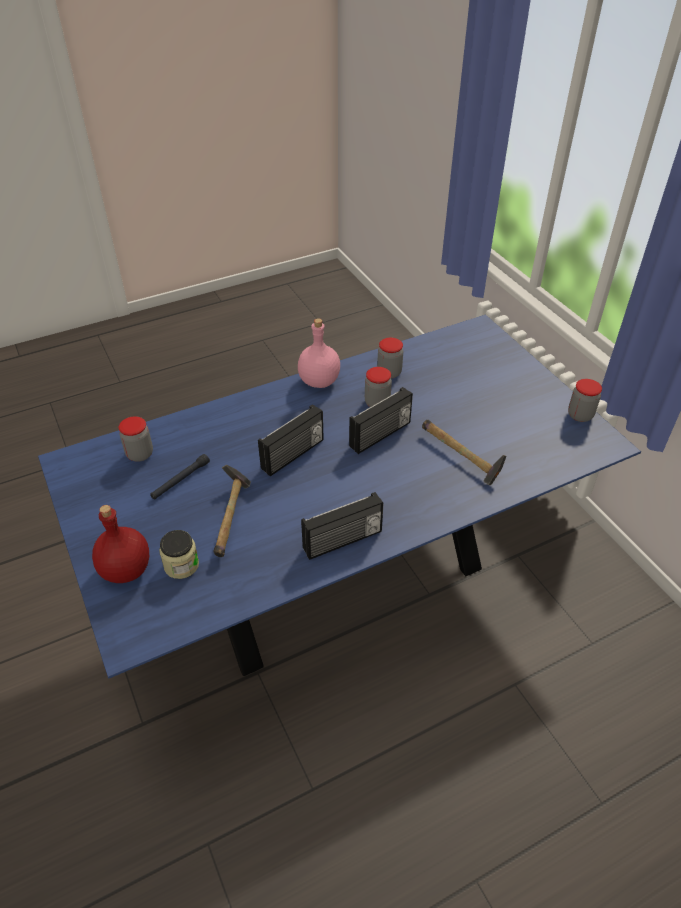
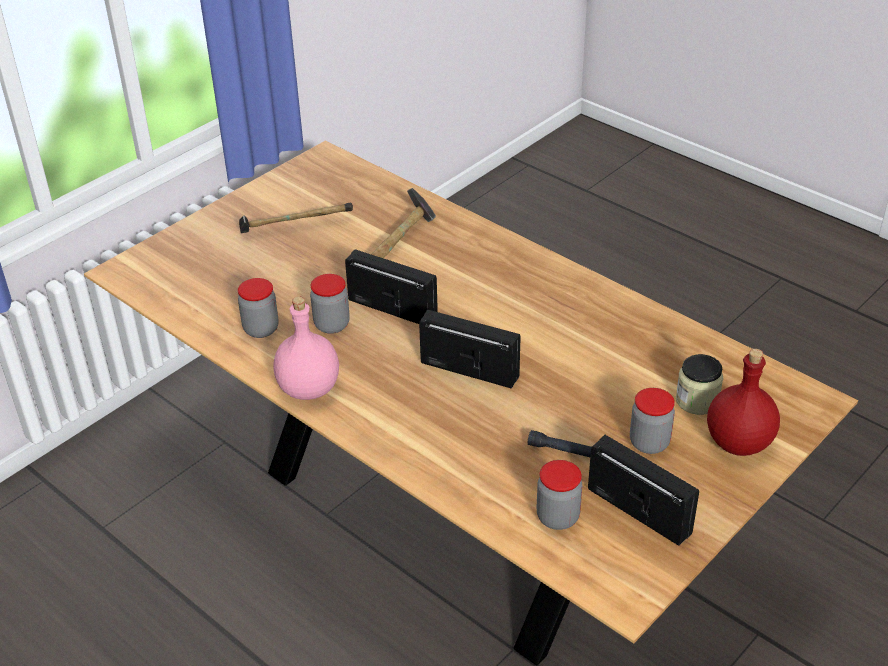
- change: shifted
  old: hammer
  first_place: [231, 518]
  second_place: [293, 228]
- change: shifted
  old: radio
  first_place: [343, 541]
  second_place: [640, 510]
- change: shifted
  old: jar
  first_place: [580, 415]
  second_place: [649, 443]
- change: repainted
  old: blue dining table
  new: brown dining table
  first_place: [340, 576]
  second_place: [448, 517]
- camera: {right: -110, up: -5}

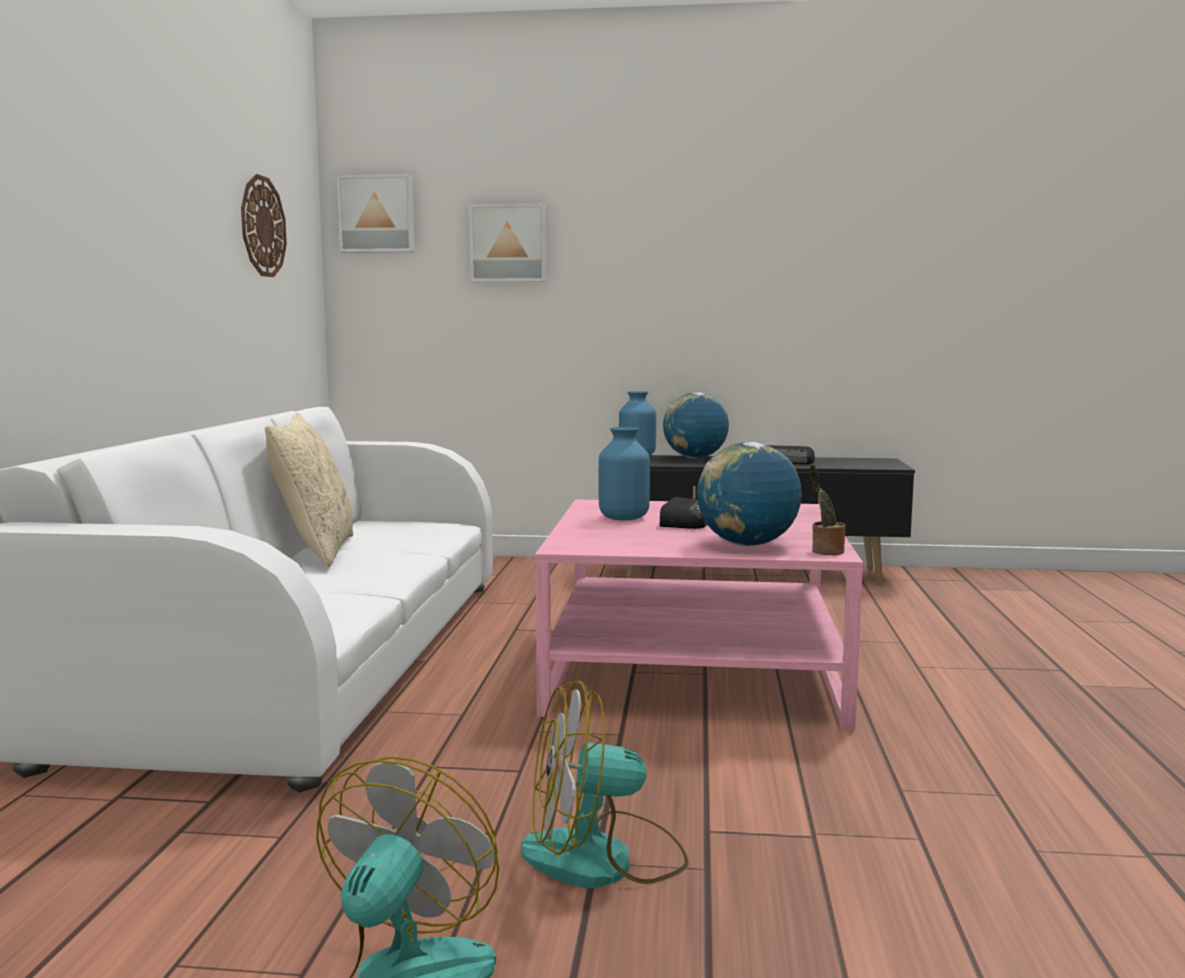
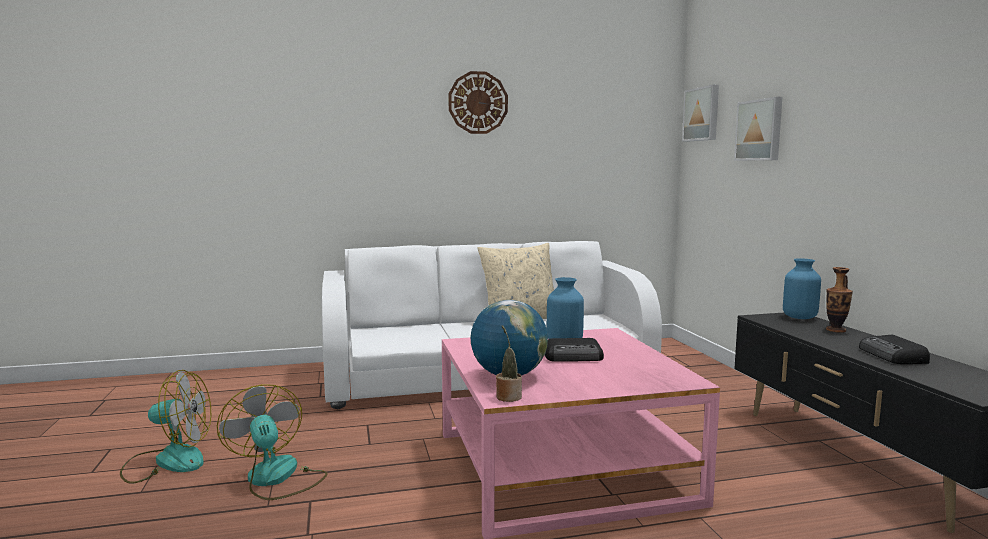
- change: shifted
  old: wall clock
  first_place: [262, 226]
  second_place: [478, 102]
- change: swapped
  old: globe
  new: vase
  first_place: [695, 458]
  second_place: [835, 330]
- camera: {right: 70, up: 0}

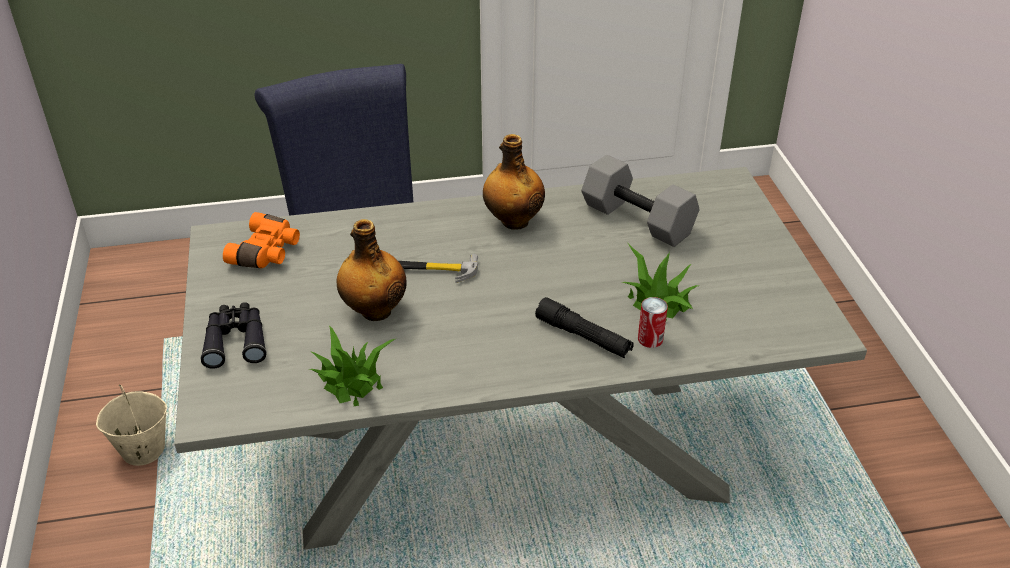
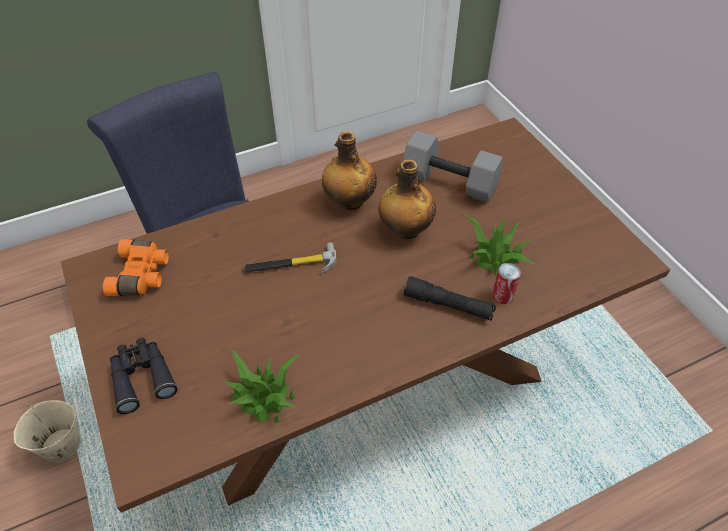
- change: shifted
  old: bottle
  first_place: [374, 310]
  second_place: [405, 230]
- change: repainted
  old: grey dining table
  new: brown dining table
  first_place: [505, 459]
  second_place: [364, 383]
- camera: {right: -15, up: 10}

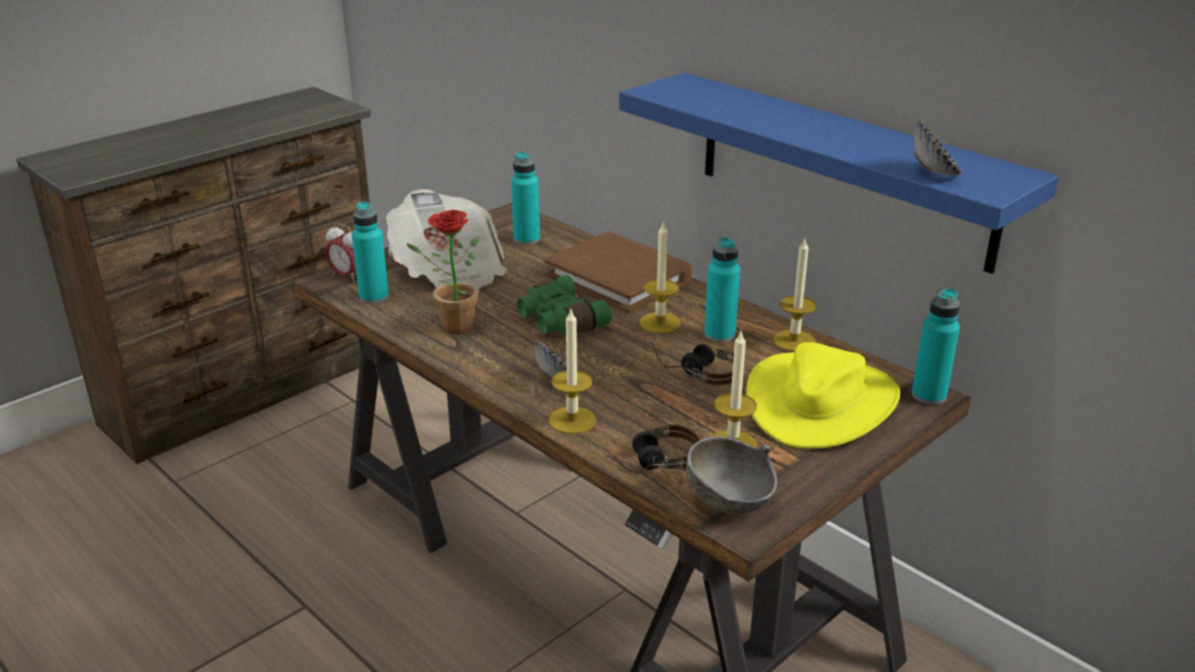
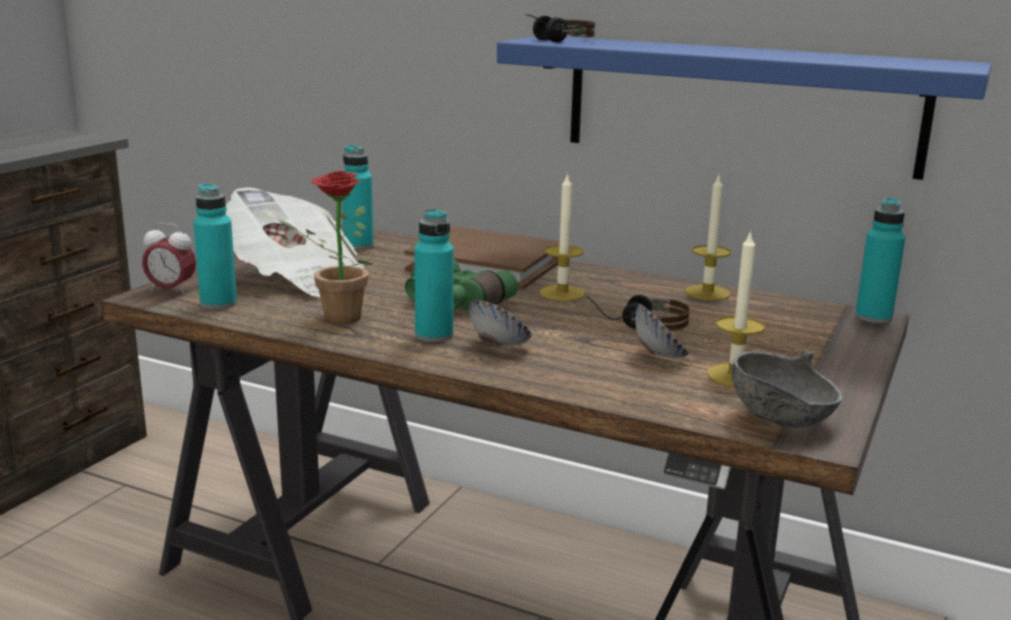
- change: gone
  old: candle
  first_place: [572, 420]
- change: gone
  old: yellow hat
  first_place: [820, 402]
- change: shifted
  old: headphones
  first_place: [651, 463]
  second_place: [553, 41]
- change: shifted
  old: turquoise bottle
  first_place: [719, 334]
  second_place: [434, 335]
- change: shifted
  old: bowl
  first_place: [934, 172]
  second_place: [659, 356]
- camera: {right: -20, up: -10}

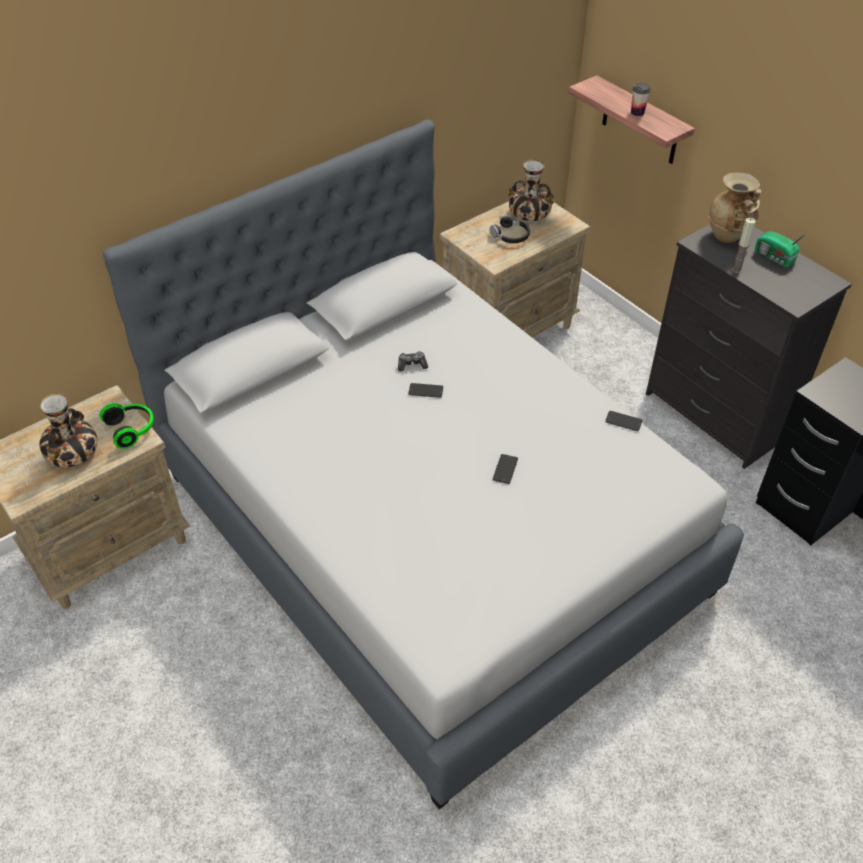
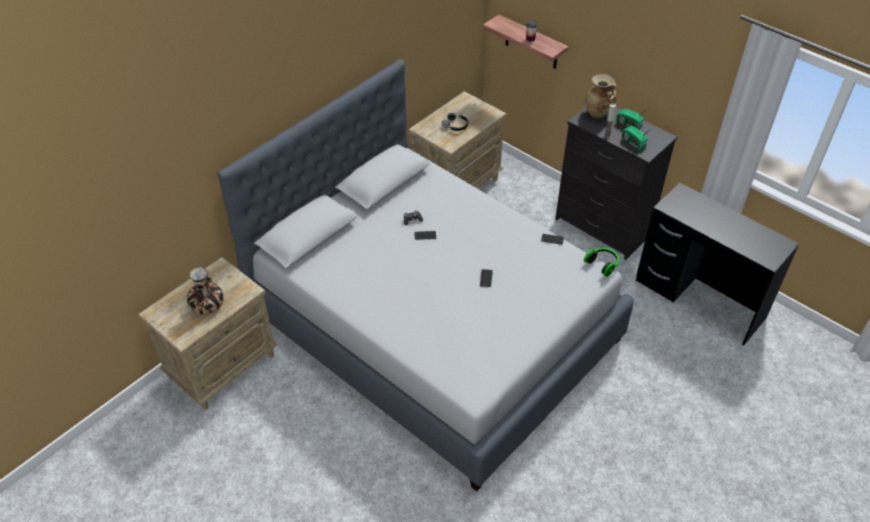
- change: gone
  old: vase
  first_place: [528, 213]
- change: new
  new: radio
  second_place: [633, 143]
- change: shifted
  old: headphones
  first_place: [132, 429]
  second_place: [603, 264]
- camera: {right: -10, up: 0}

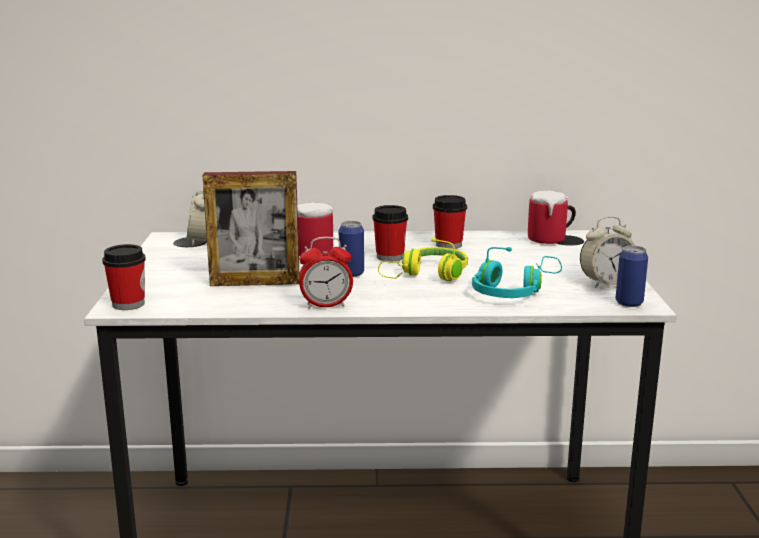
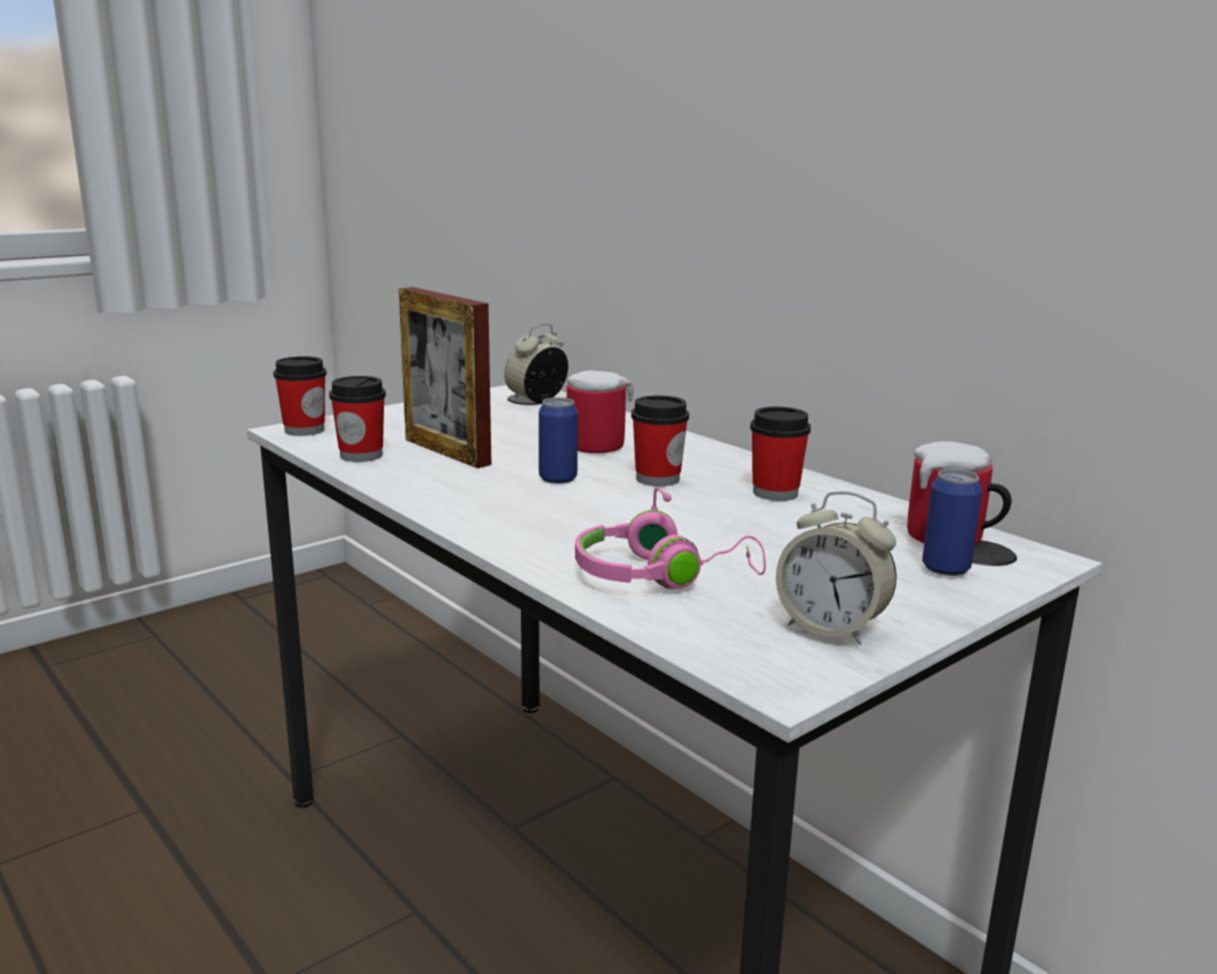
- change: gone
  old: alarm clock
  first_place: [326, 305]
- change: gone
  old: yellow headphones
  first_place: [427, 276]
- change: new
  new: cup
  second_place: [361, 455]
- change: shifted
  old: can
  first_place: [629, 303]
  second_place: [945, 568]
- change: repainted
  old: turquoise headphones
  new: pink headphones
  first_place: [513, 291]
  second_place: [660, 575]
- camera: {right: 50, up: 0}

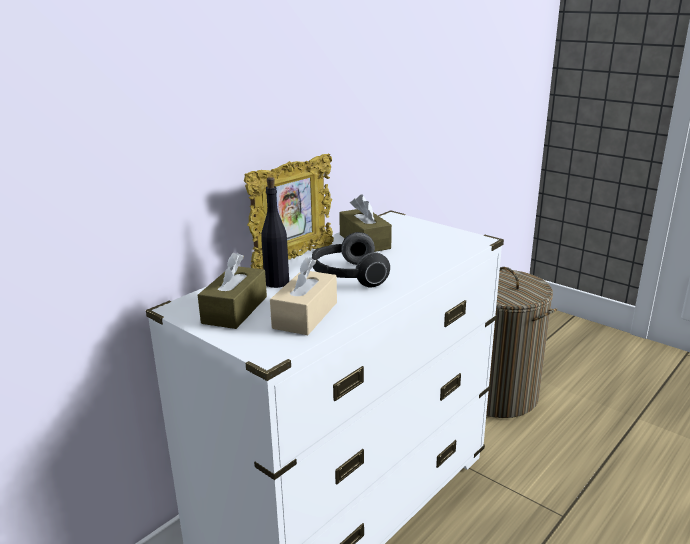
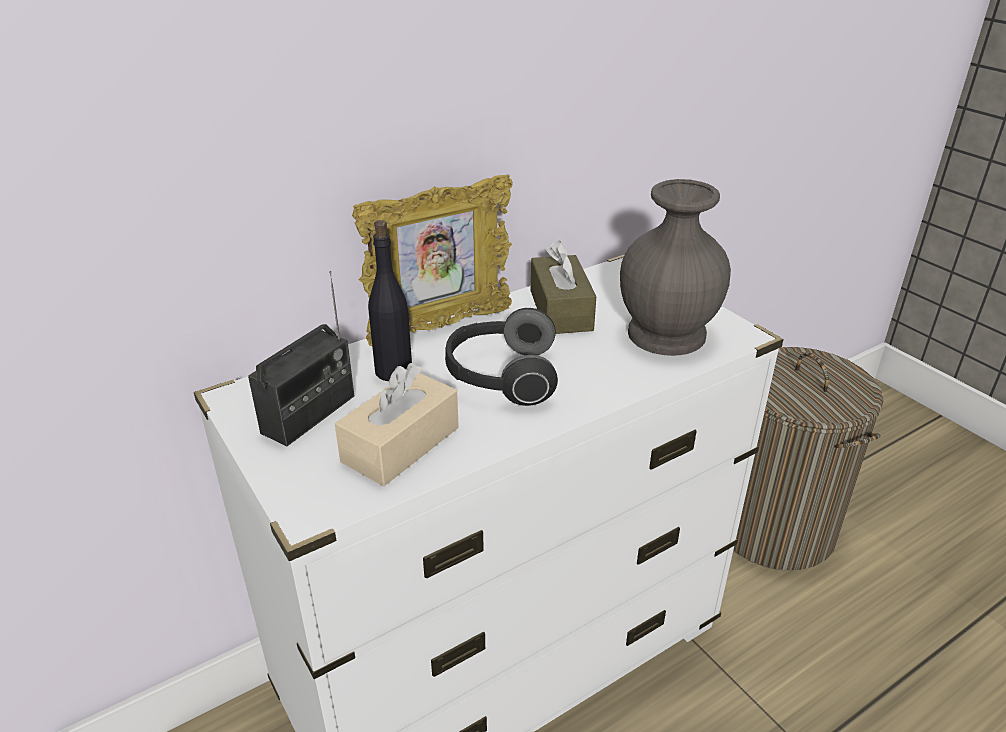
- change: new
  new: grey vase
  second_place: [665, 335]
- change: swapped
  old: brown tissue box
  new: radio
  first_place: [235, 310]
  second_place: [309, 414]
- camera: {right: 15, up: 10}

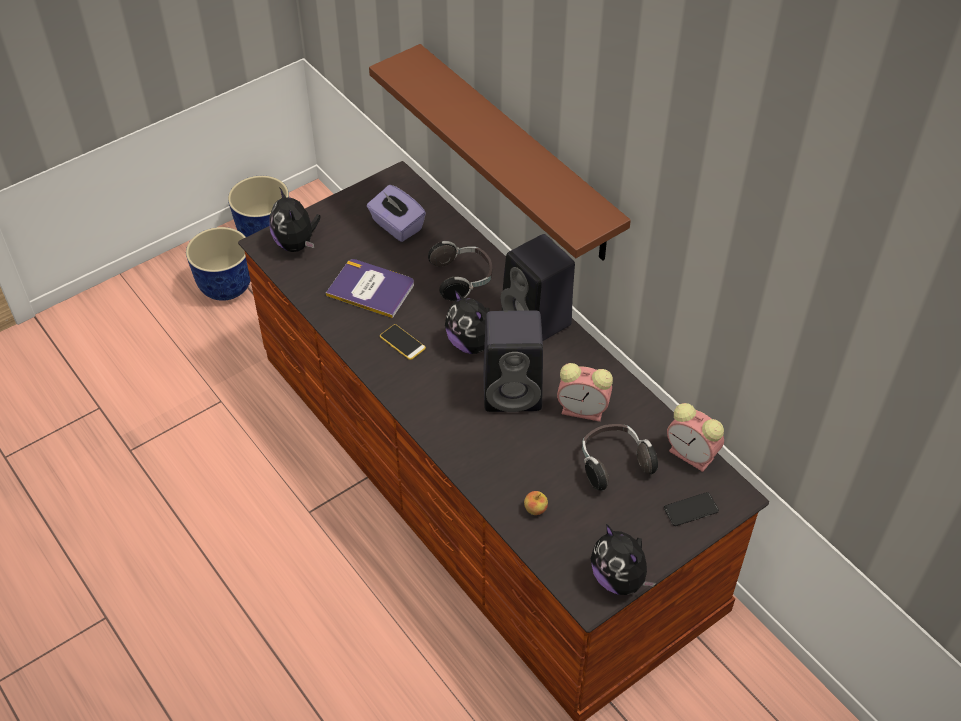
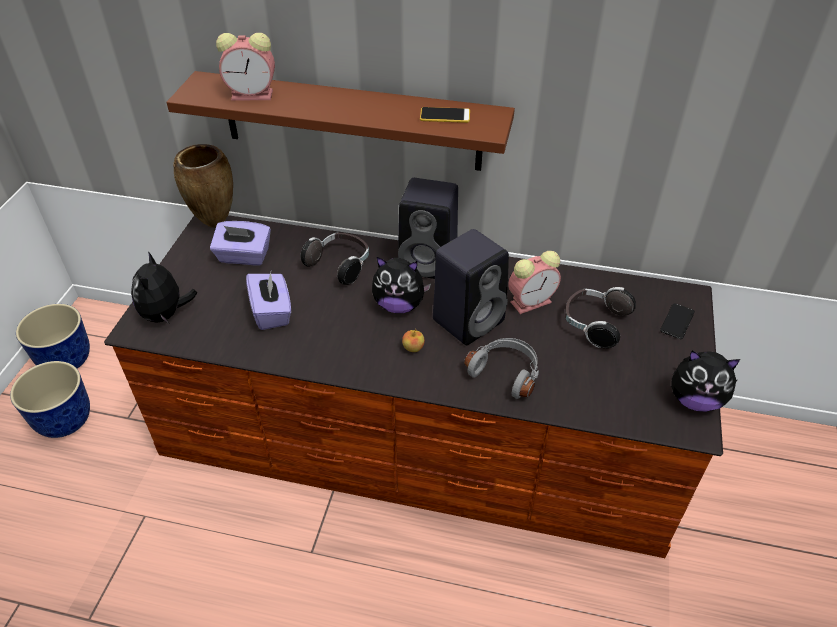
- change: new
  new: brown vase
  second_place: [215, 225]
- change: new
  new: grey headphones
  second_place: [506, 372]
- change: shifted
  old: phone
  first_place: [402, 342]
  second_place: [445, 115]
- change: shifted
  old: apple
  first_place: [535, 509]
  second_place: [413, 348]
- change: shifted
  old: alarm clock
  first_place: [693, 455]
  second_place: [254, 94]
- change: swapped
  old: book
  new: purple tissue box
  first_place: [371, 289]
  second_place: [272, 312]
- change: rotated
  old: plush toy
  first_place: [296, 244]
  second_place: [166, 314]
  degrees: 60
- camera: {right: -40, up: -5}

